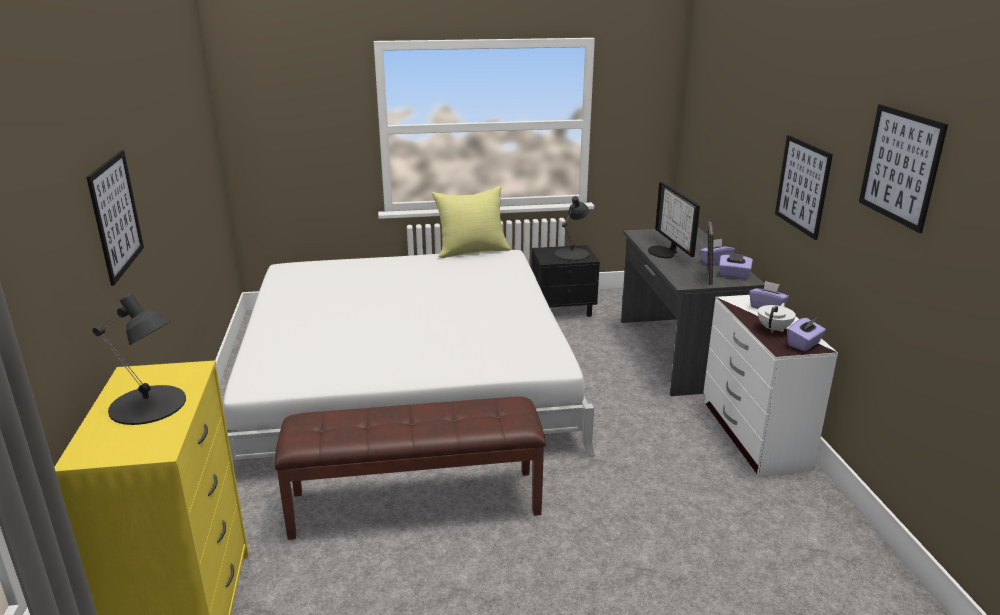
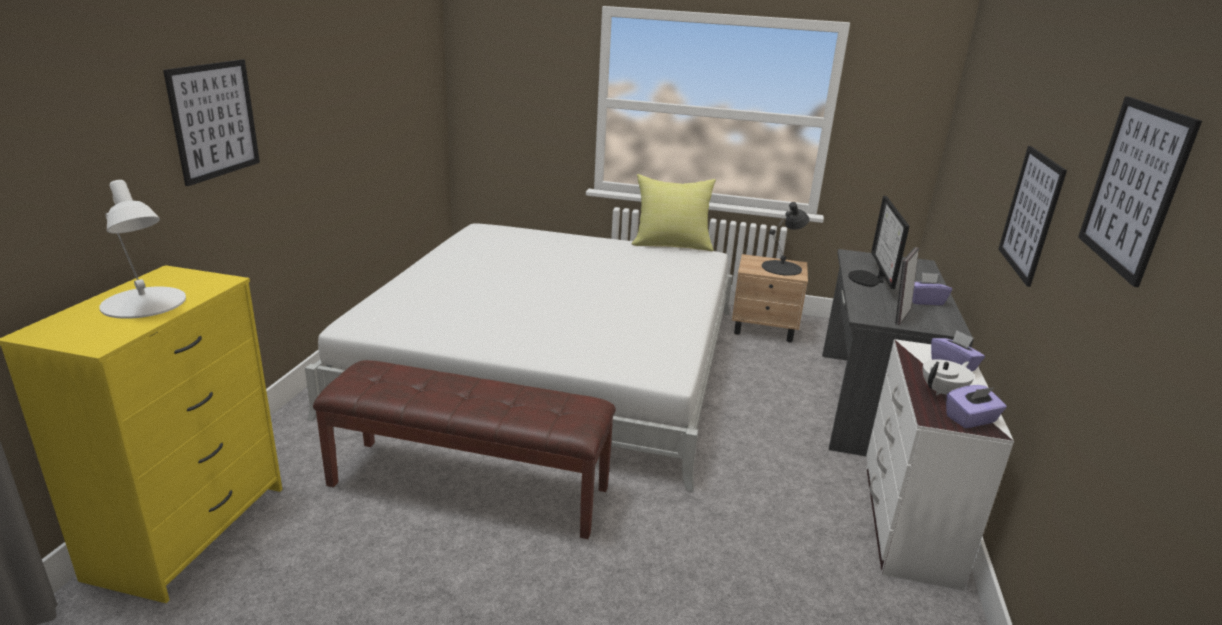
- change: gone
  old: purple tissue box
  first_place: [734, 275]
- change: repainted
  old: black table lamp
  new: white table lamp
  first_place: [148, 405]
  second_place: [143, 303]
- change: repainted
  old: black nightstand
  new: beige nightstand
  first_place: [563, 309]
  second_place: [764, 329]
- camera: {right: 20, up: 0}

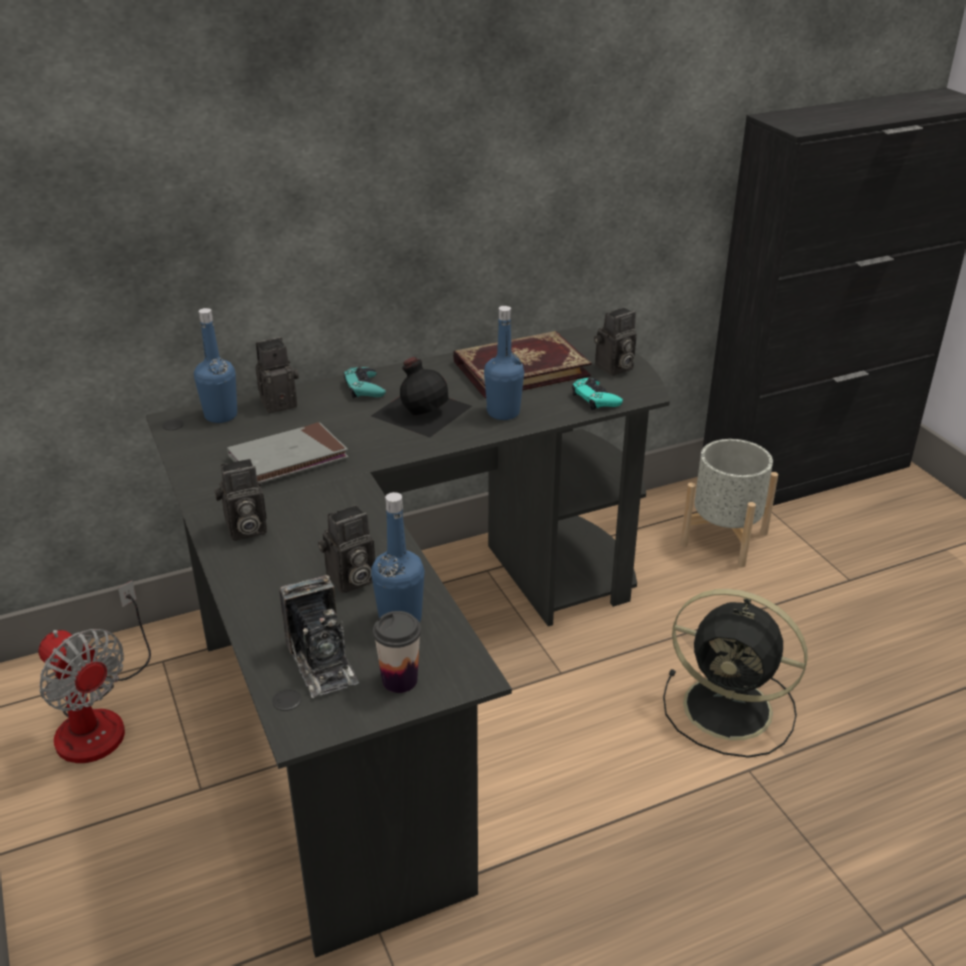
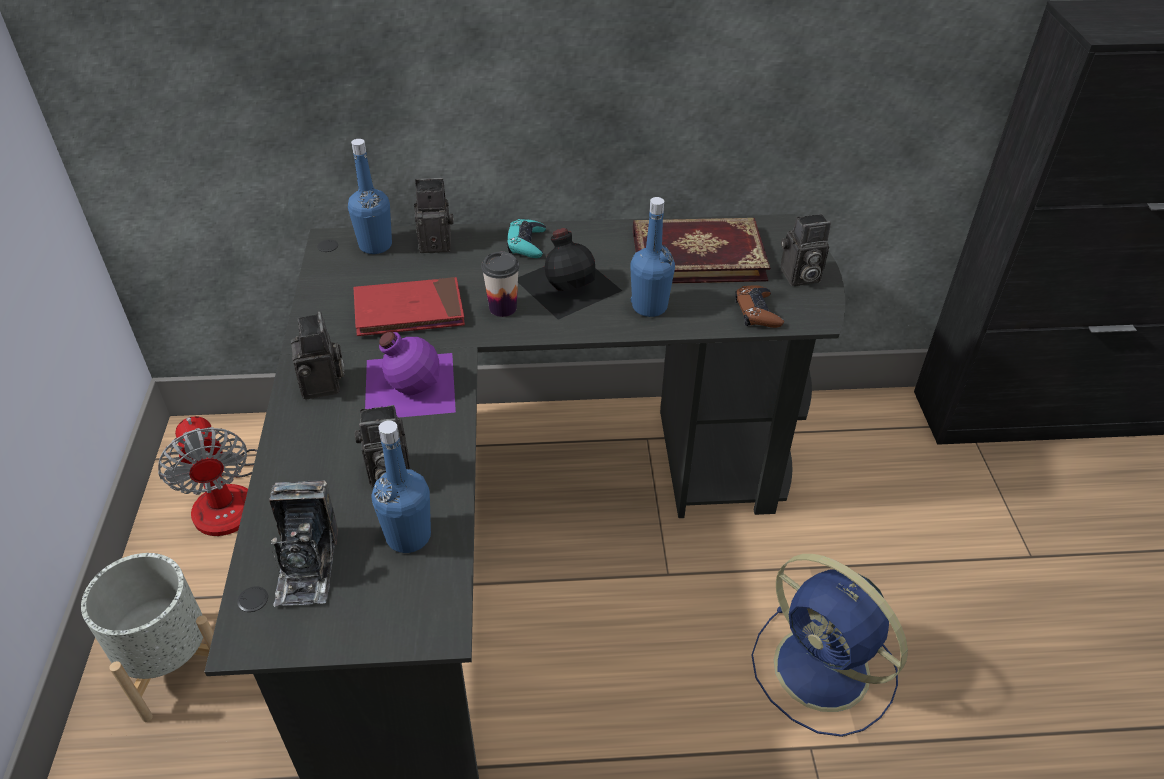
- change: new
  new: purple bottle
  second_place: [408, 384]
- change: shifted
  old: cup
  first_place: [399, 680]
  second_place: [503, 308]
- change: shifted
  old: grey planter
  first_place: [723, 539]
  second_place: [172, 665]
- change: repainted
  old: grey book
  new: red book
  first_place: [288, 458]
  second_place: [409, 311]
- change: repainted
  old: turquoise game controller
  new: brown game controller
  first_place: [595, 399]
  second_place: [757, 312]
- change: repainted
  old: black fan
  new: blue fan
  first_place: [731, 709]
  second_place: [825, 671]
- change: rotated
  old: photo camera
  first_place: [244, 530]
  second_place: [323, 385]
  degrees: -105
- camera: {right: 20, up: 10}

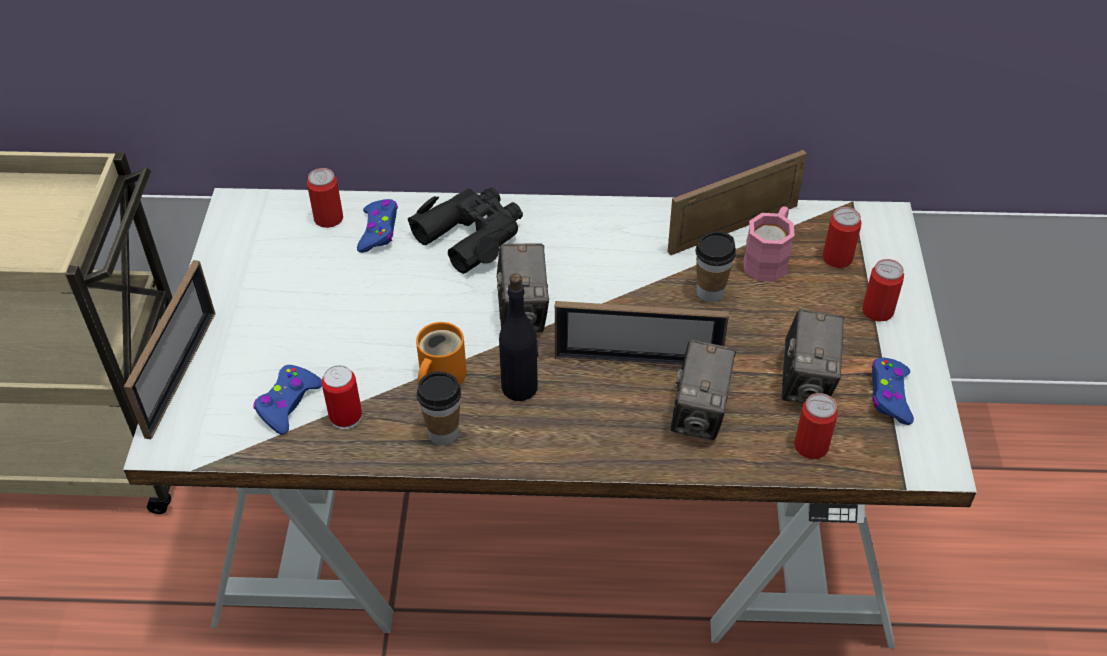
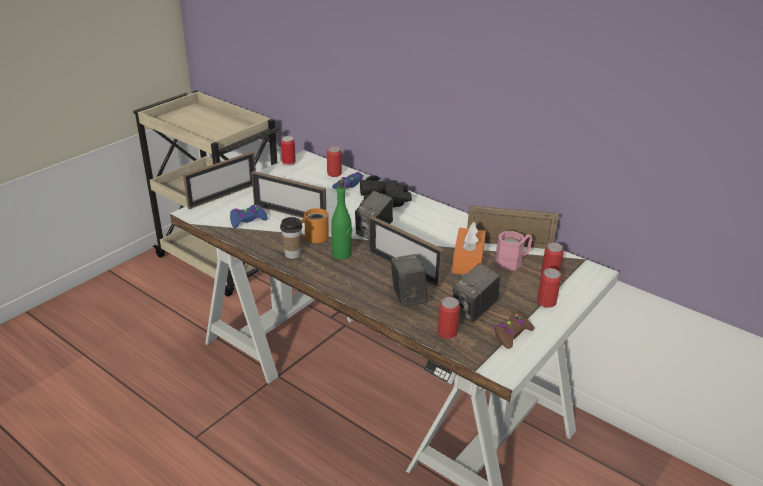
- change: new
  new: picture frame
  second_place: [289, 213]
- change: shifted
  old: can
  first_place: [346, 417]
  second_place: [288, 163]
- change: swapped
  old: cup
  new: orange tissue box
  first_place: [710, 292]
  second_place: [468, 260]
- change: repainted
  old: black bottle
  new: green bottle
  first_place: [520, 387]
  second_place: [342, 254]
- change: repainted
  old: blue game controller
  new: brown game controller
  first_place: [889, 396]
  second_place: [511, 334]
- change: rotated
  old: photo camera
  first_place: [699, 415]
  second_place: [407, 298]
  degrees: 120
- camera: {right: 35, up: -15}

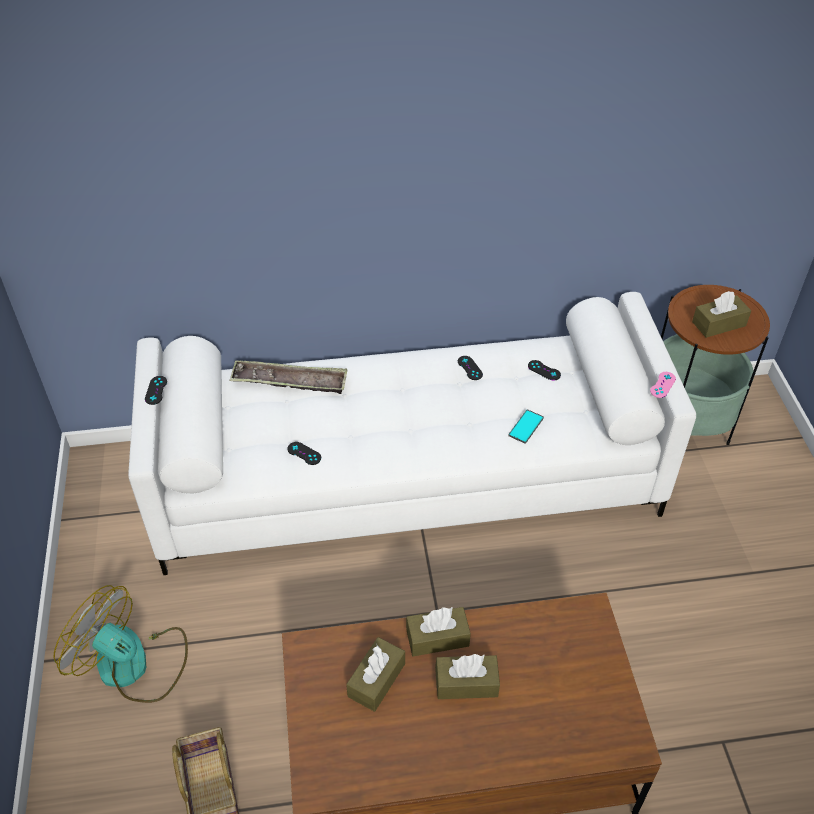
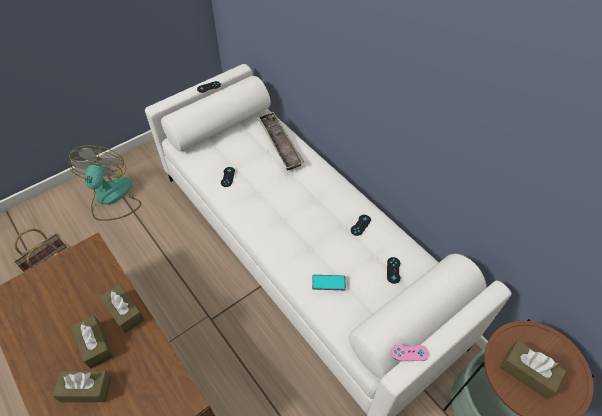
- change: shifted
  old: brown tissue box
  first_place: [376, 680]
  second_place: [86, 389]
- camera: {right: 60, up: 5}

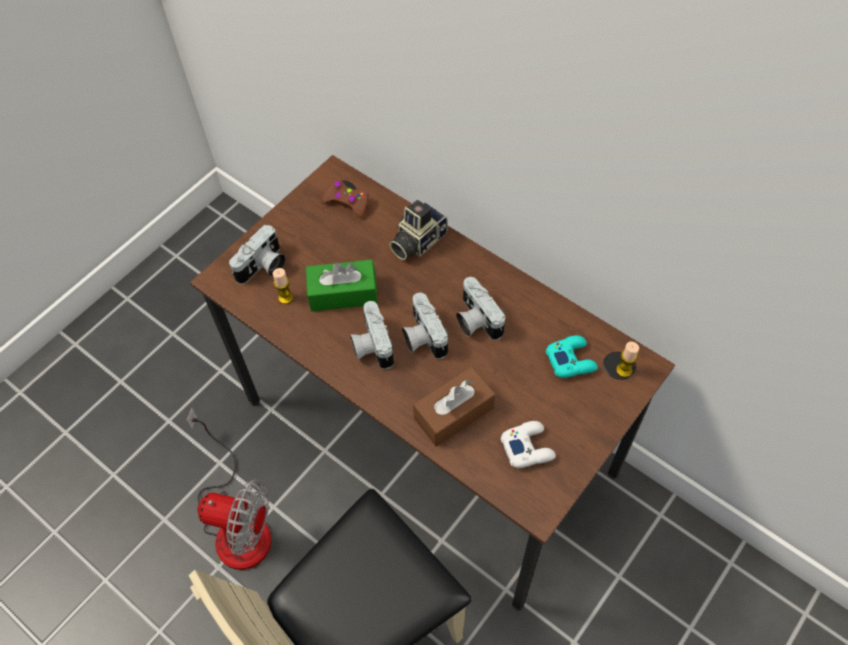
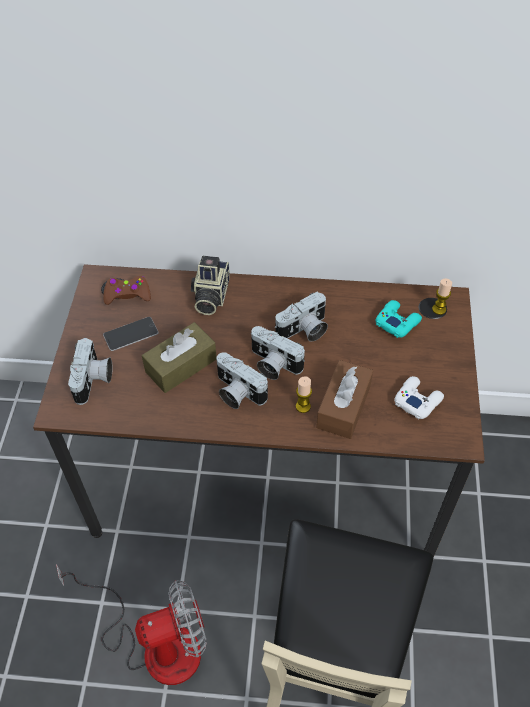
- change: new
  new: phone
  second_place: [131, 334]
- change: shifted
  old: candle
  first_place: [285, 297]
  second_place: [303, 406]
- change: repainted
  old: green tissue box
  new: brown tissue box
  first_place: [343, 293]
  second_place: [181, 365]
- change: rotated
  old: photo camera
  first_place: [475, 320]
  second_place: [304, 331]
  degrees: -60
- camera: {right: -35, up: -5}

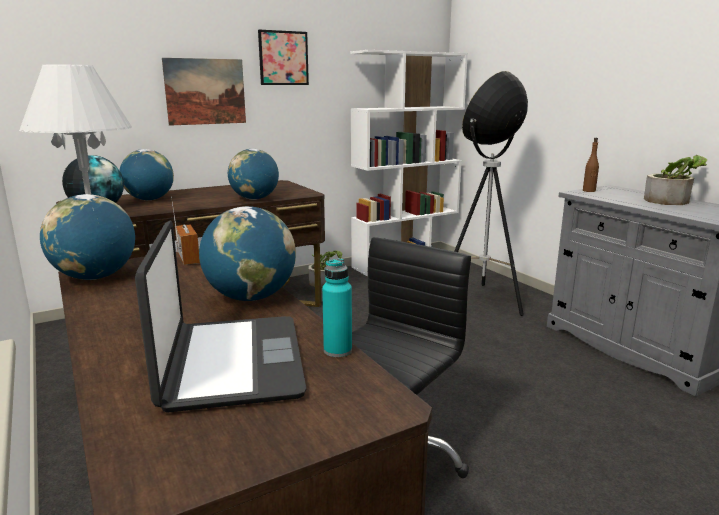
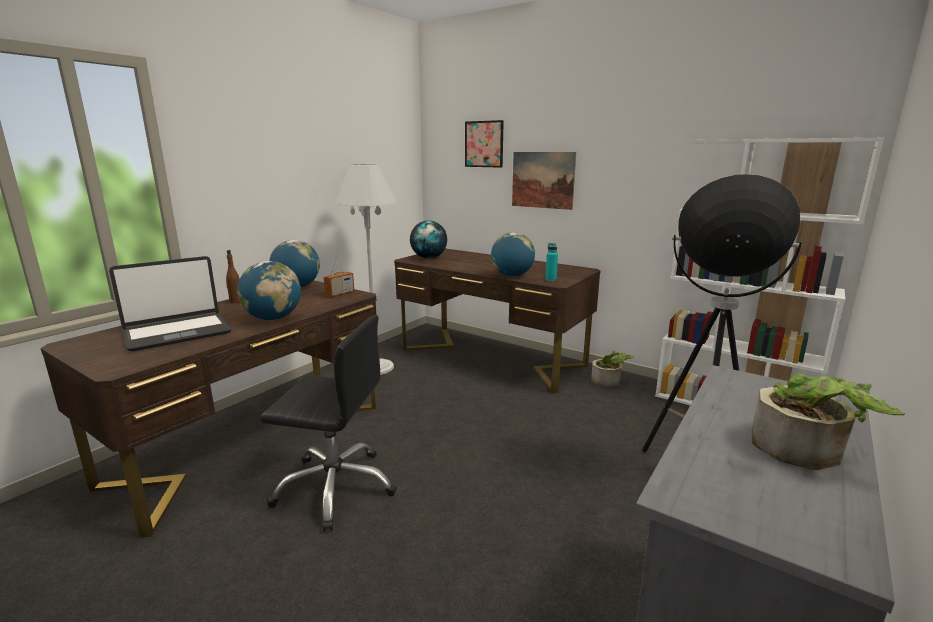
- change: gone
  old: globe
  first_place: [149, 199]
- change: shifted
  old: picture
  first_place: [283, 58]
  second_place: [484, 144]
- change: shifted
  old: turquoise bottle
  first_place: [337, 350]
  second_place: [550, 280]
- change: shifted
  old: brown bottle
  first_place: [589, 191]
  second_place: [235, 301]
- camera: {right: 65, up: 0}

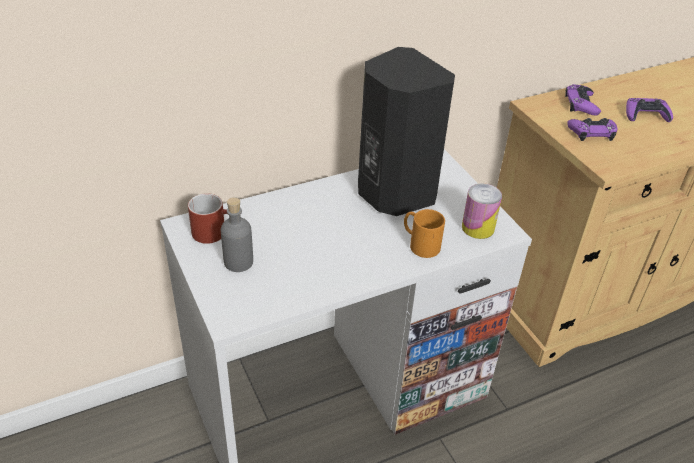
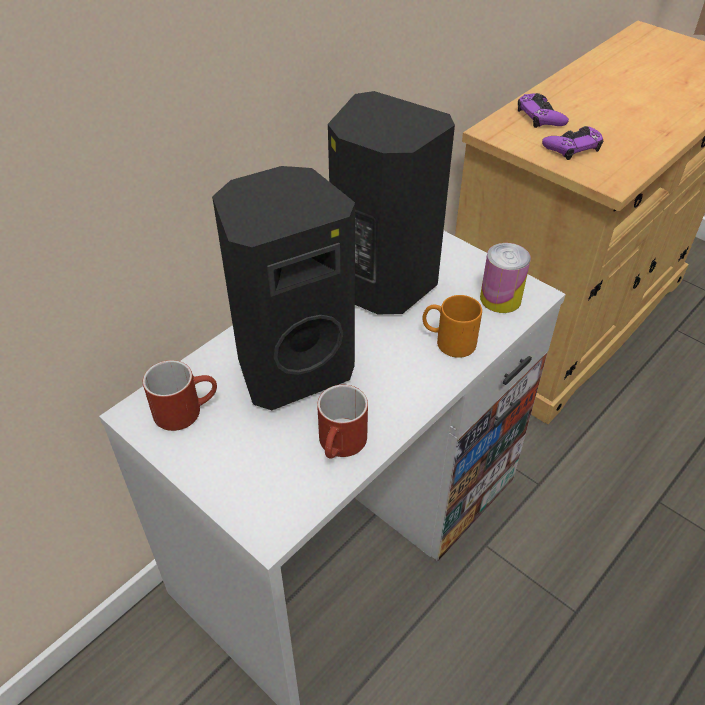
- change: gone
  old: grey bottle
  first_place: [238, 262]
- change: gone
  old: purple game controller
  first_place: [645, 115]
- change: new
  new: black speaker
  second_place: [292, 367]
- change: new
  new: red mug
  second_place: [341, 446]
- camera: {right: -20, up: 5}

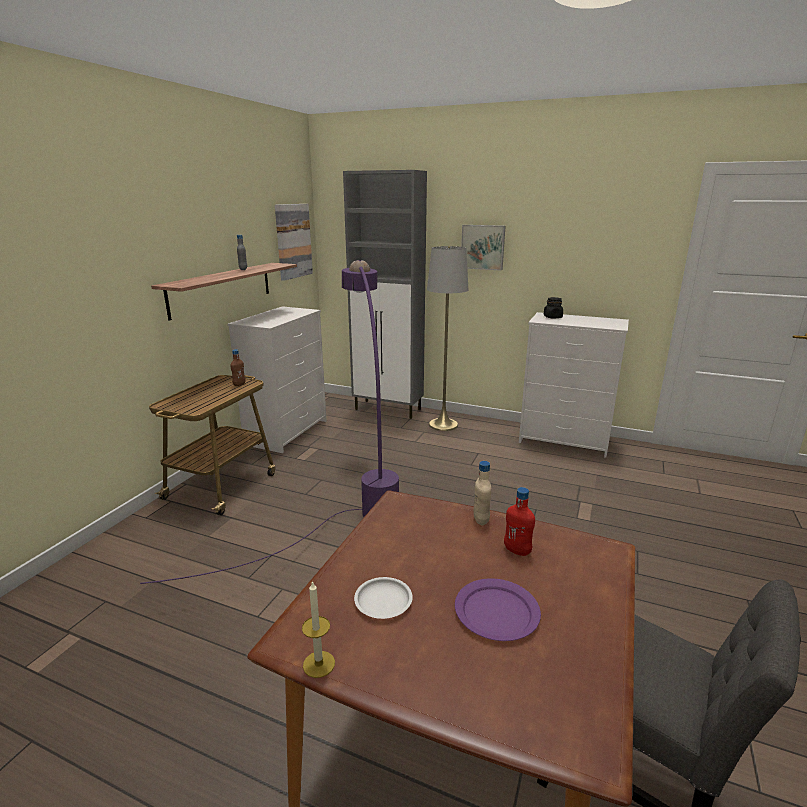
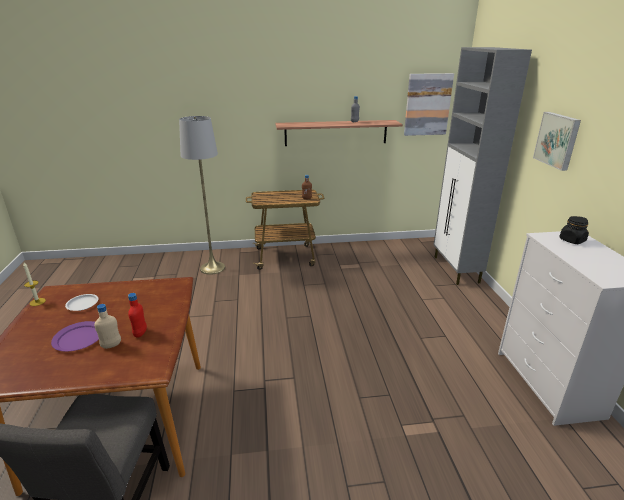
- change: gone
  old: purple floor lamp
  first_place: [354, 493]
- change: gone
  old: white dresser
  first_place: [287, 432]
- change: shifted
  old: grey floor lamp
  first_place: [443, 424]
  second_place: [212, 268]
- change: shifted
  old: beige bottle
  first_place: [481, 520]
  second_place: [111, 345]
- camera: {right: 60, up: 5}

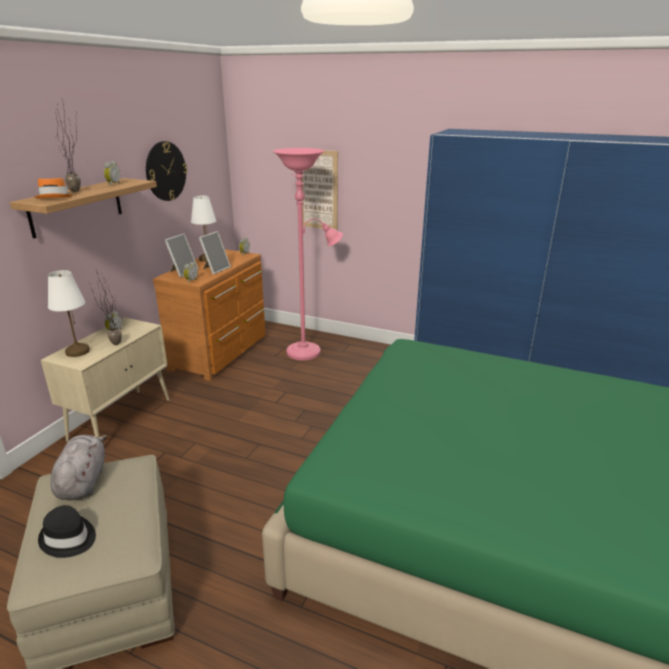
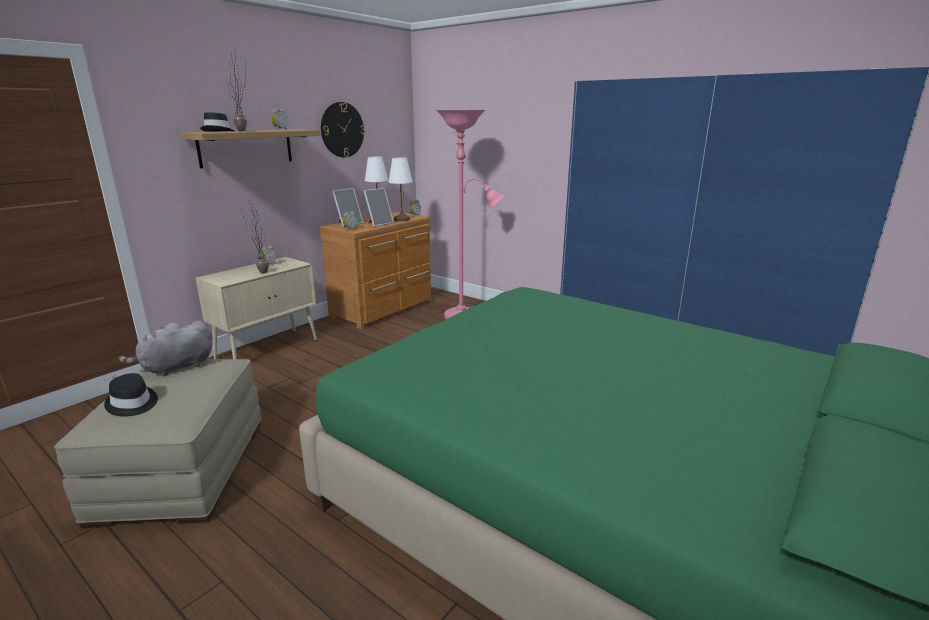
- change: gone
  old: picture
  first_place: [318, 190]
- change: shifted
  old: white table lamp
  first_place: [77, 351]
  second_place: [401, 219]
- change: repainted
  old: orange hat
  new: black hat
  first_place: [55, 197]
  second_place: [219, 131]
- change: rotated
  old: grey plush toy
  first_place: [83, 481]
  second_place: [175, 367]
  degrees: -135
- camera: {right: 15, up: -5}

